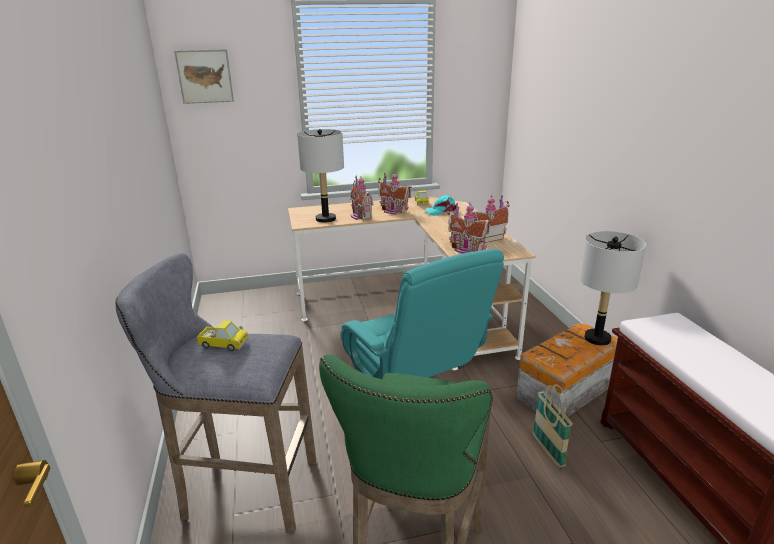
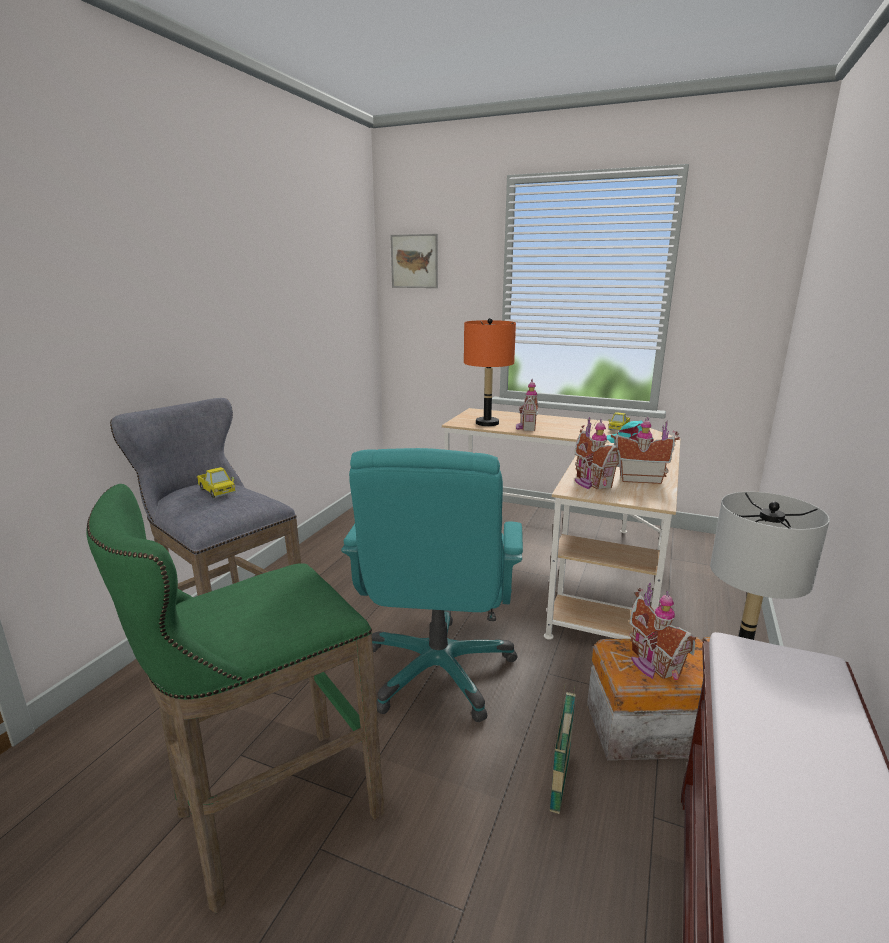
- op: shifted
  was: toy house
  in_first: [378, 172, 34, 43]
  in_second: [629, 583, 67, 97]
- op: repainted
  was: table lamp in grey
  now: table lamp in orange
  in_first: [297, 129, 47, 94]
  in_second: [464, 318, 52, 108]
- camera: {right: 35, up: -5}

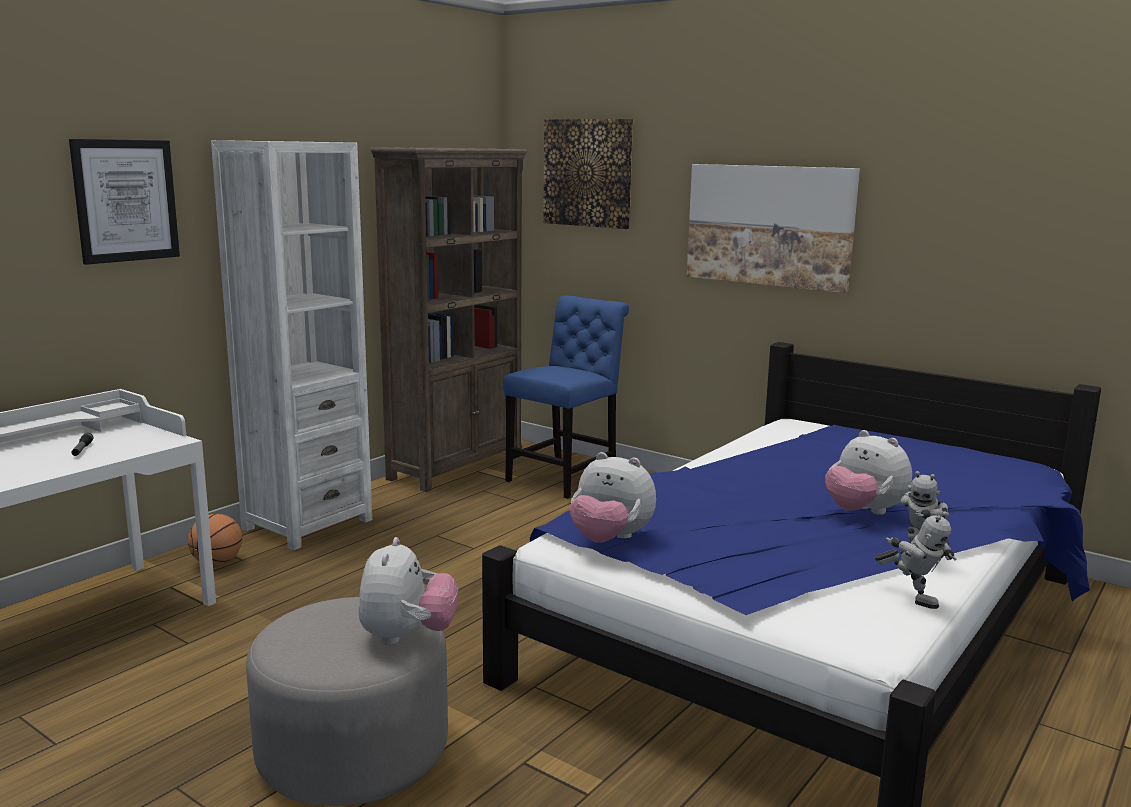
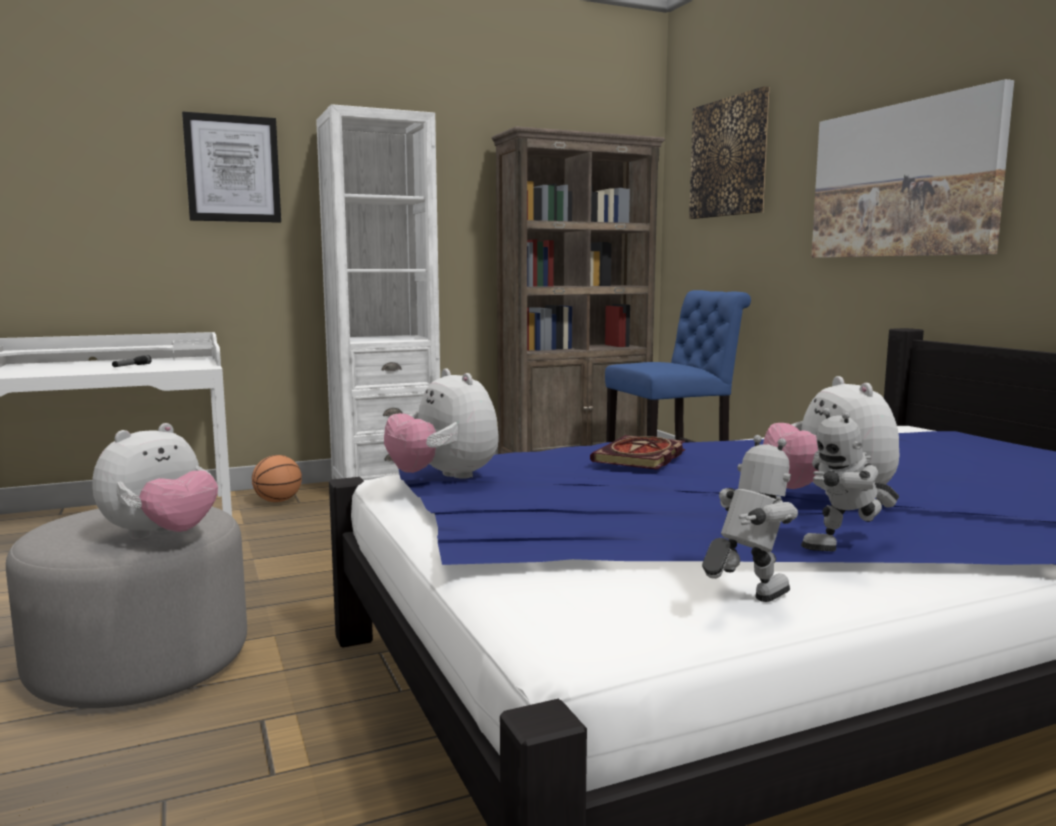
- op: new
  now: book
  in_second: [590, 435, 95, 35]
- op: rotated
  was: toy robot
  in_first: [875, 511, 81, 98]
  in_second: [702, 435, 96, 167]
  clockwise: -120
- camera: {right: 30, up: -5}

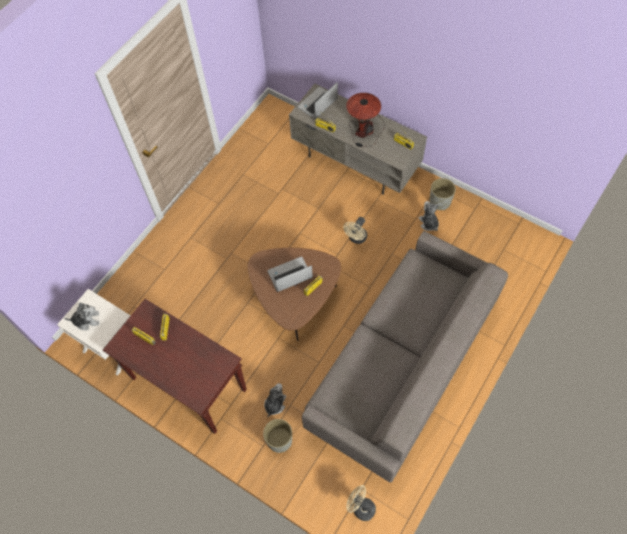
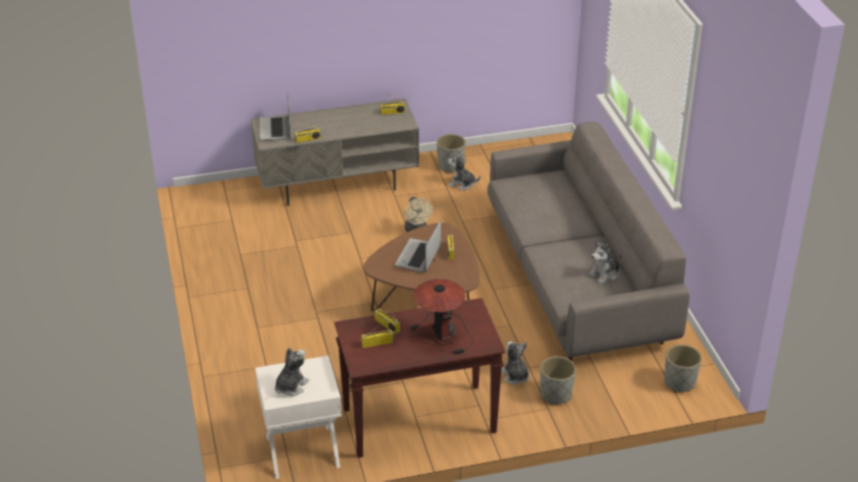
- op: new
  now: plush toy
  in_second: [588, 241, 34, 43]
- op: shifted
  was: table lamp
  in_first: [346, 93, 39, 54]
  in_second: [408, 279, 65, 75]
- op: swapped
  was: fan in beige
  now: planter in grey
  in_first: [346, 485, 30, 36]
  in_second: [664, 345, 38, 47]
- camera: {right: -50, up: -25}

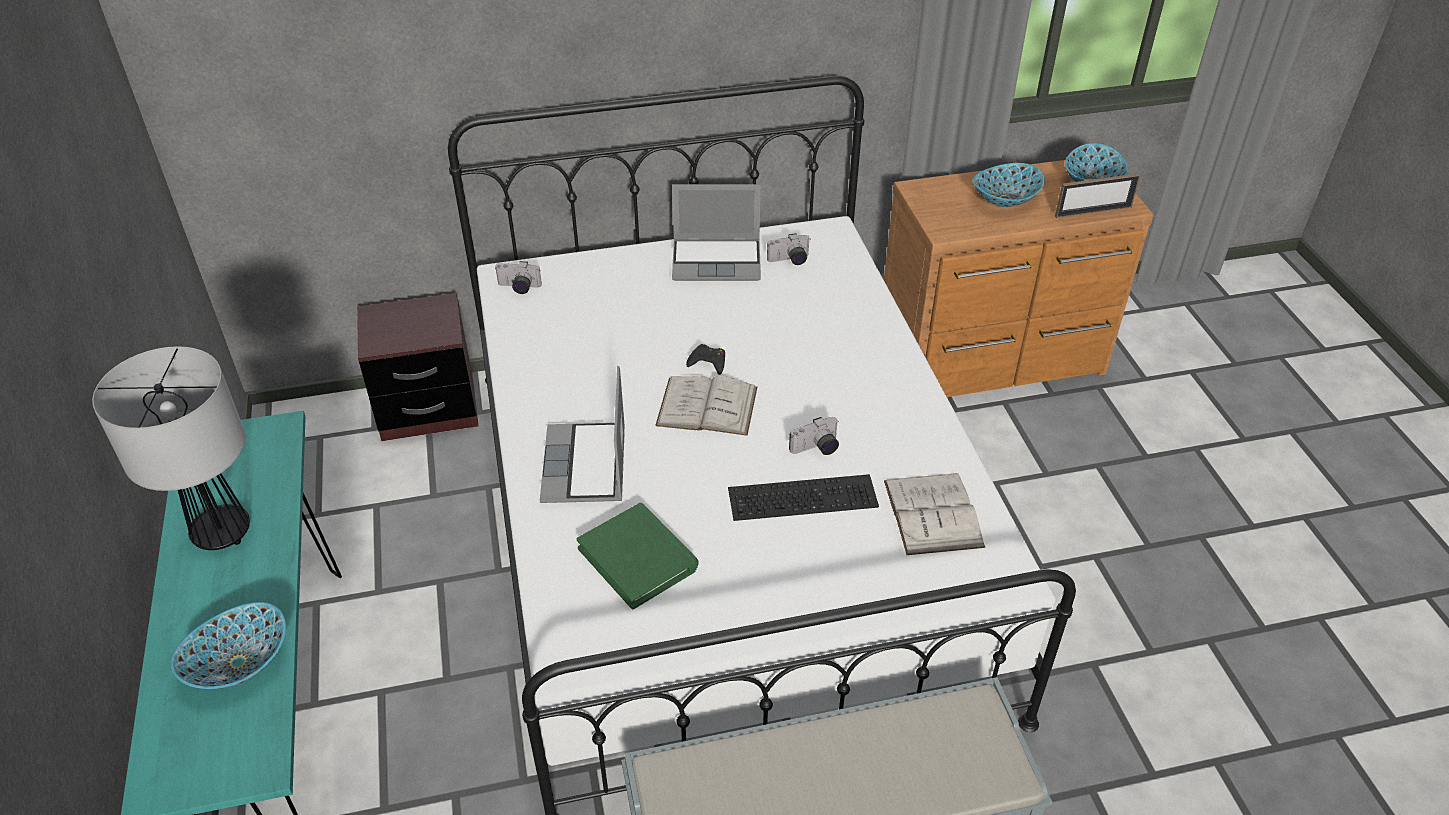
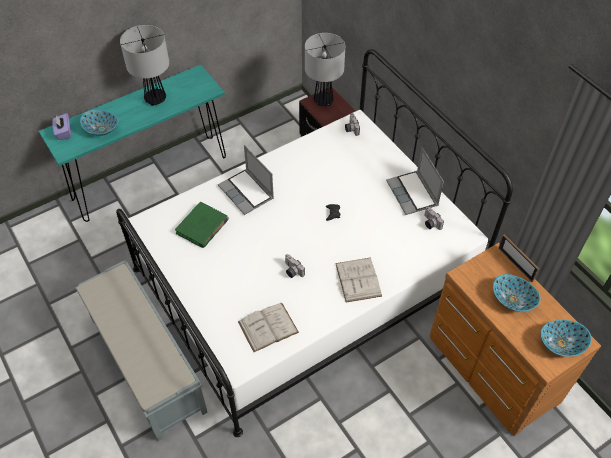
- op: gone
  was: keyboard
  in_first: [728, 474, 151, 47]
- op: new
  now: tissue box in purple
  in_second: [53, 113, 18, 27]
- op: new
  now: table lamp
  in_second: [305, 33, 40, 73]
- op: shifted
  was: book in white
  in_first: [655, 376, 102, 60]
  in_second: [335, 258, 47, 44]
- op: shifted
  was: picture frame
  in_first: [1055, 173, 85, 45]
  in_second: [498, 234, 41, 48]
- op: rotated
  was: laptop
  in_first: [540, 366, 85, 137]
  in_second: [218, 145, 56, 70]
  clockwise: -105
- camera: {right: 70, up: 10}

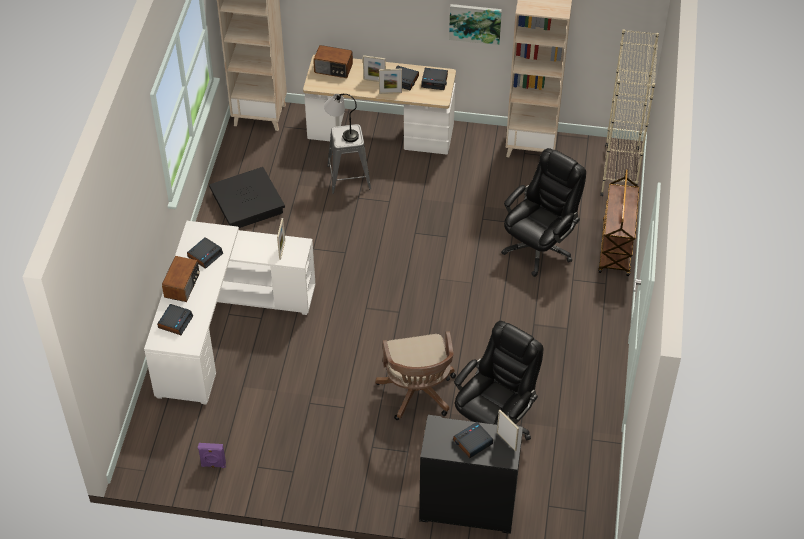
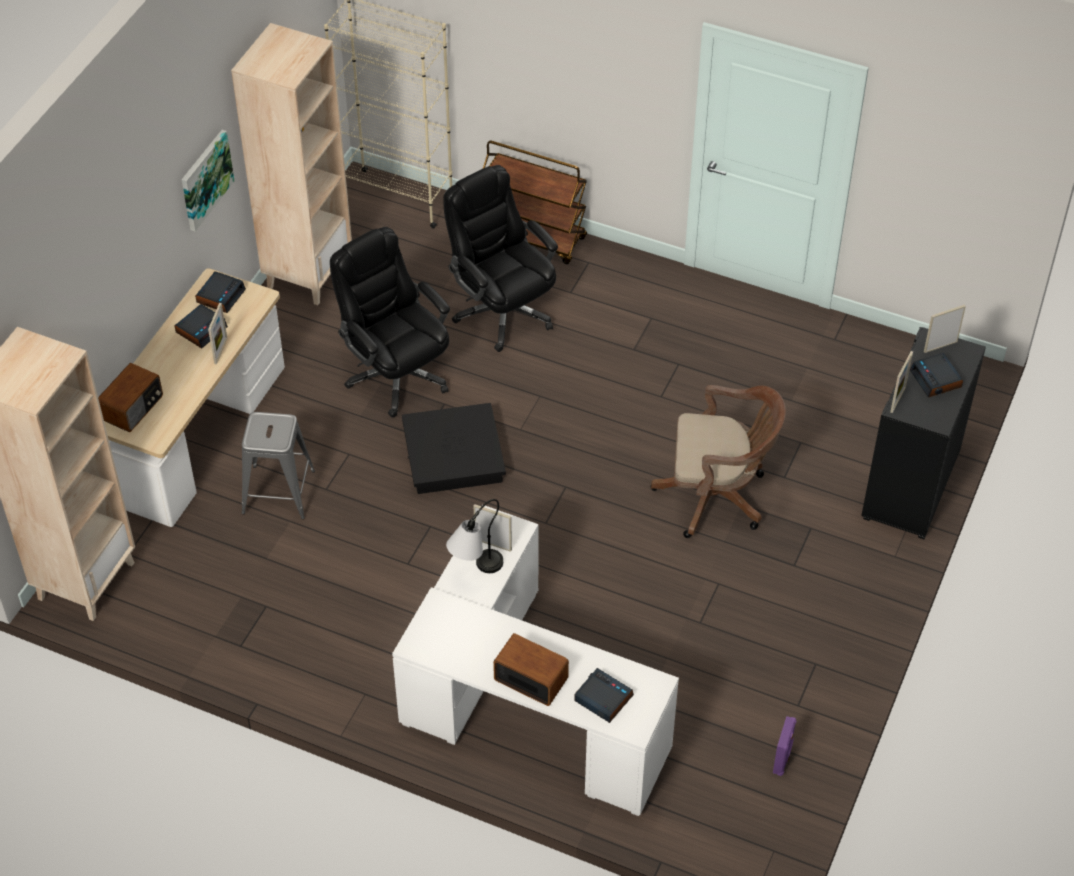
- op: gone
  was: alarm clock
  in_first: [187, 237, 36, 32]
- op: shifted
  was: storage box in black
  in_first: [209, 167, 76, 61]
  in_second: [402, 403, 104, 91]
- op: shifted
  was: table lamp
  in_first: [324, 94, 35, 48]
  in_second: [446, 499, 57, 74]
- op: shifted
  was: picture frame
  in_first: [363, 55, 23, 27]
  in_second: [890, 351, 23, 62]
- op: shifted
  was: office chair in black
  in_first: [454, 321, 89, 119]
  in_second: [330, 227, 120, 191]
- camera: {right: -75, up: 0}

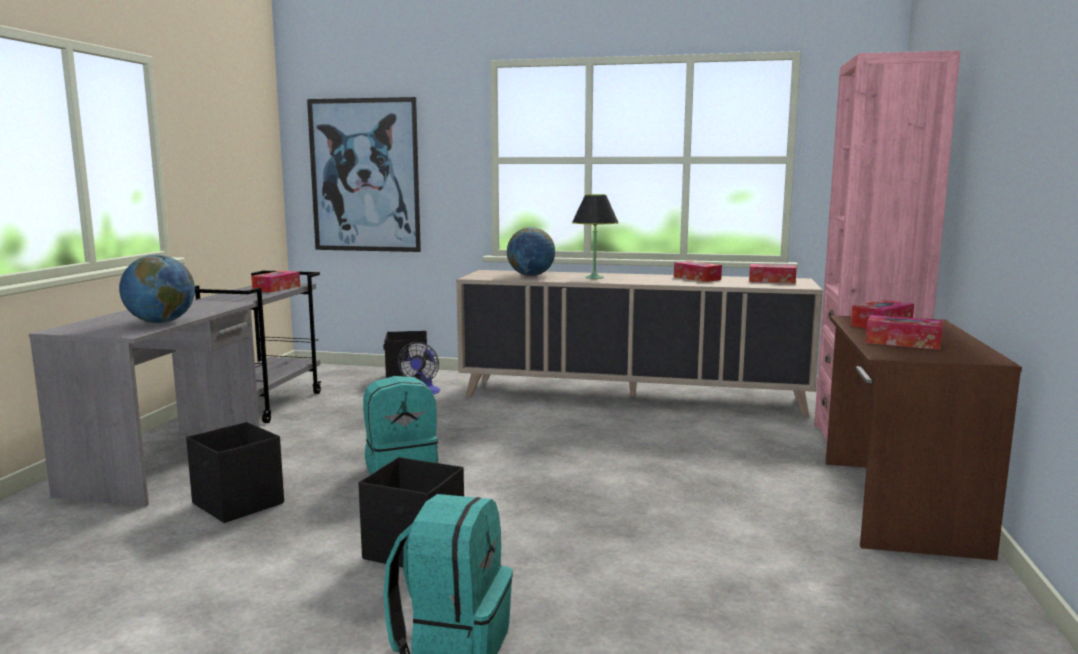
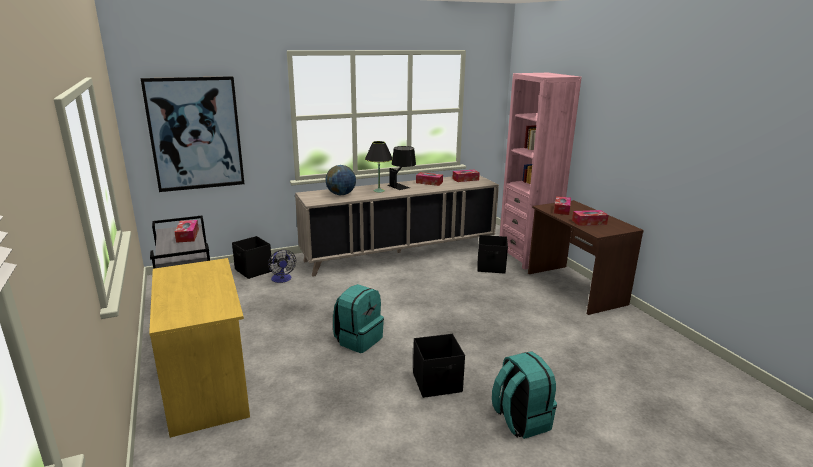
- op: gone
  was: globe
  in_first: [119, 255, 76, 68]
- op: new
  now: table lamp in black
  in_second: [387, 146, 29, 44]
- op: shifted
  was: storage box in black
  in_first: [186, 422, 98, 101]
  in_second: [477, 235, 31, 39]
- op: repainted
  was: desk in grey
  now: desk in yellow
  in_first: [29, 300, 230, 207]
  in_second: [149, 258, 101, 180]
- camera: {right: -35, up: 10}

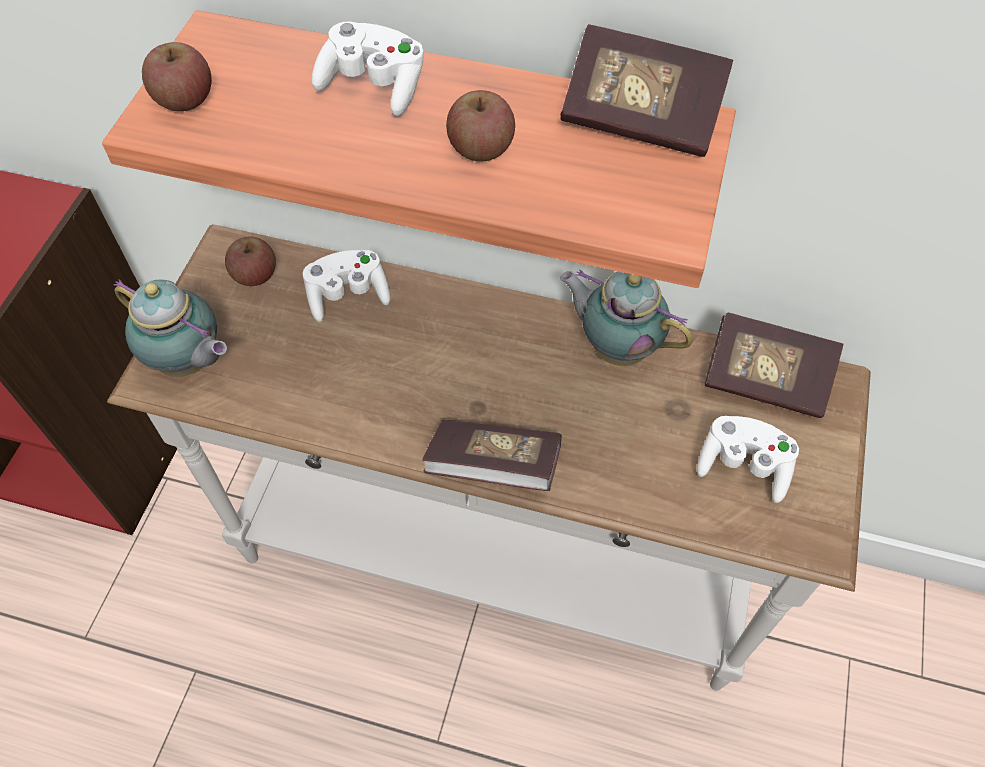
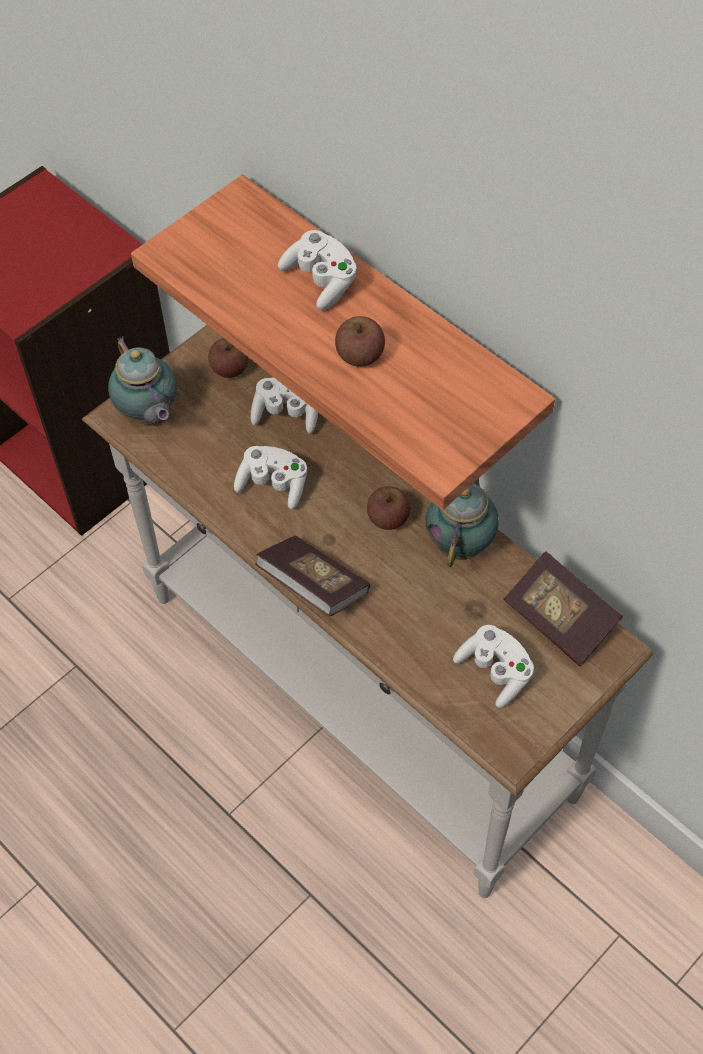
- op: gone
  was: book
  in_first: [560, 24, 173, 133]
- op: new
  now: game controller in white
  in_second: [234, 446, 73, 64]
- op: shifted
  was: apple
  in_first: [142, 42, 70, 69]
  in_second: [367, 486, 43, 44]
- op: rotated
  was: teapot
  in_first: [560, 269, 133, 97]
  in_second: [425, 478, 74, 89]
  clockwise: 45
- camera: {right: 30, up: 0}

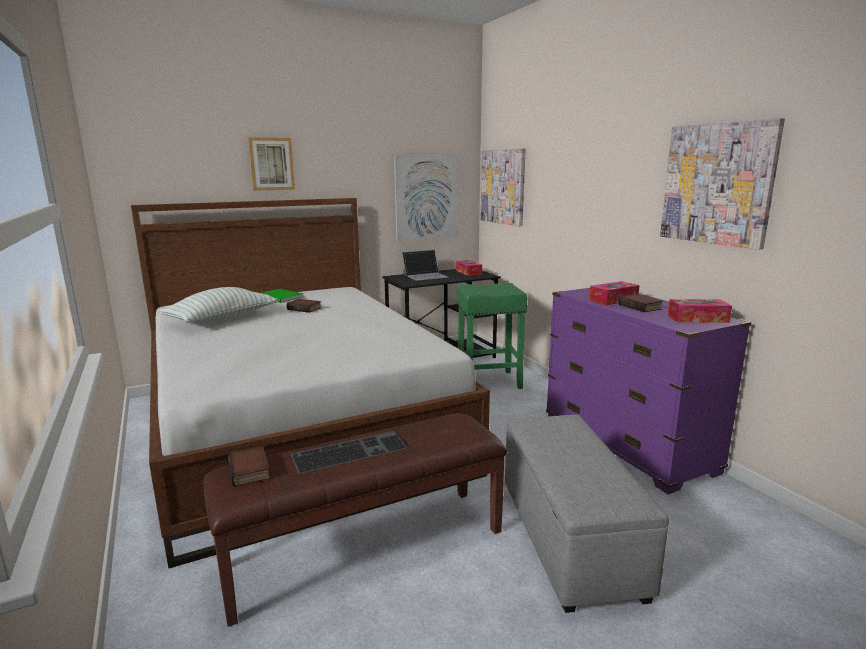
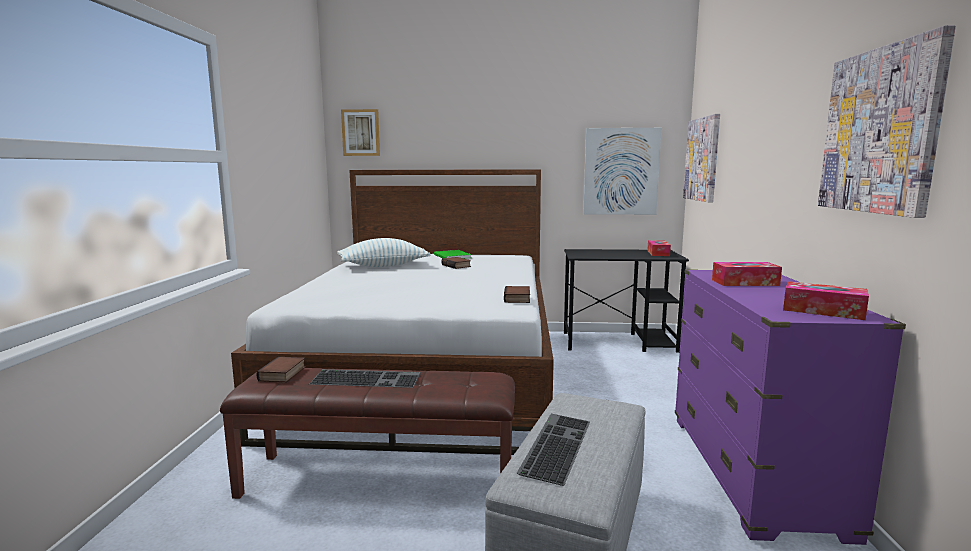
- op: gone
  was: laptop
  in_first: [402, 250, 46, 31]
- op: gone
  was: stool in green
  in_first: [457, 283, 71, 106]
- op: new
  now: keyboard
  in_second: [517, 414, 73, 72]
- op: shifted
  was: picture
  in_first: [248, 137, 47, 54]
  in_second: [341, 109, 39, 47]
- op: shifted
  was: book
  in_first: [619, 294, 44, 18]
  in_second: [504, 286, 26, 17]
- camera: {right: 30, up: -5}

